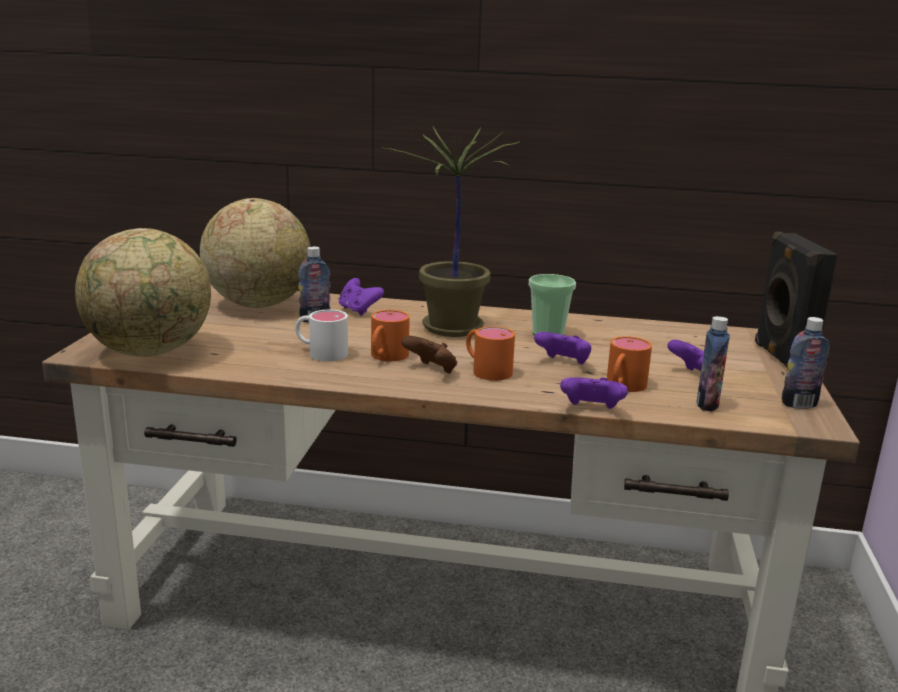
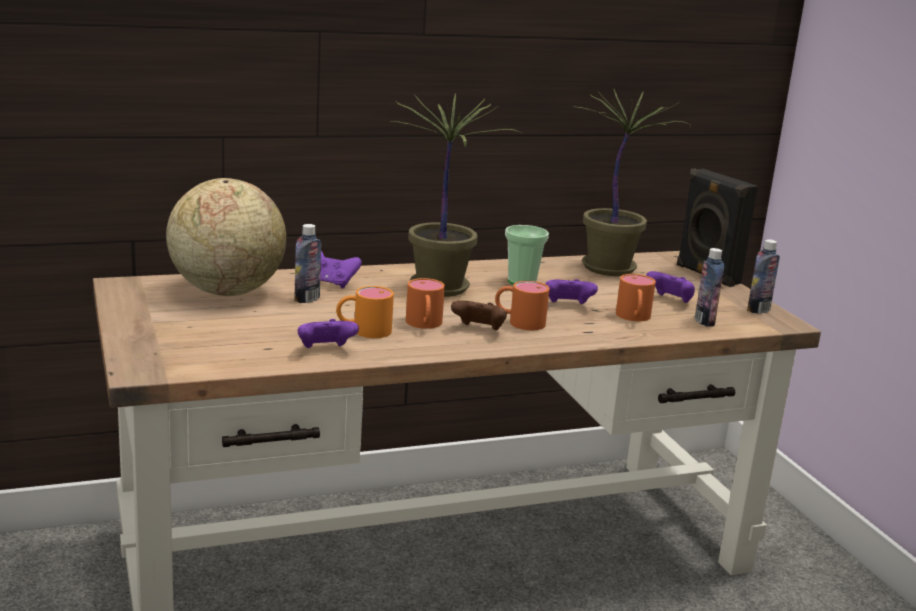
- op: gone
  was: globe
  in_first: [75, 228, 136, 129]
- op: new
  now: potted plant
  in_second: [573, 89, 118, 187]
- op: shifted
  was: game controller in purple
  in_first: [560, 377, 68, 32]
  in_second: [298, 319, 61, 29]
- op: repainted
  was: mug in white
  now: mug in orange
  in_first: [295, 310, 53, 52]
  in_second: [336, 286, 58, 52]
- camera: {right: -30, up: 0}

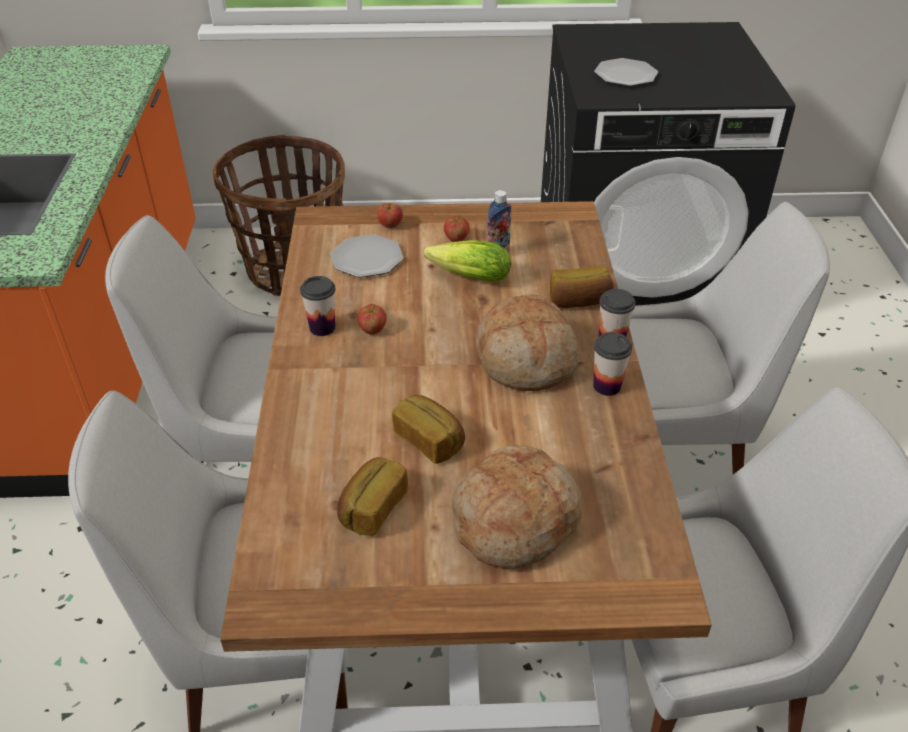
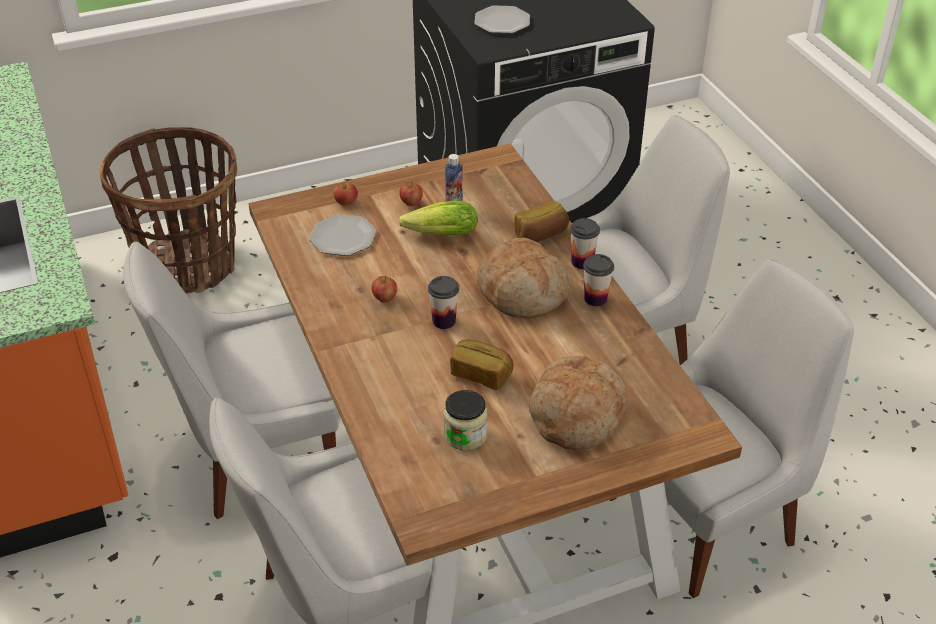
- op: shifted
  was: cup
  in_first: [300, 276, 35, 60]
  in_second: [428, 276, 31, 53]
- op: swapped
  was: bread
  now: jar
  in_first: [337, 457, 71, 79]
  in_second: [444, 390, 43, 60]
- camera: {right: -20, up: 0}

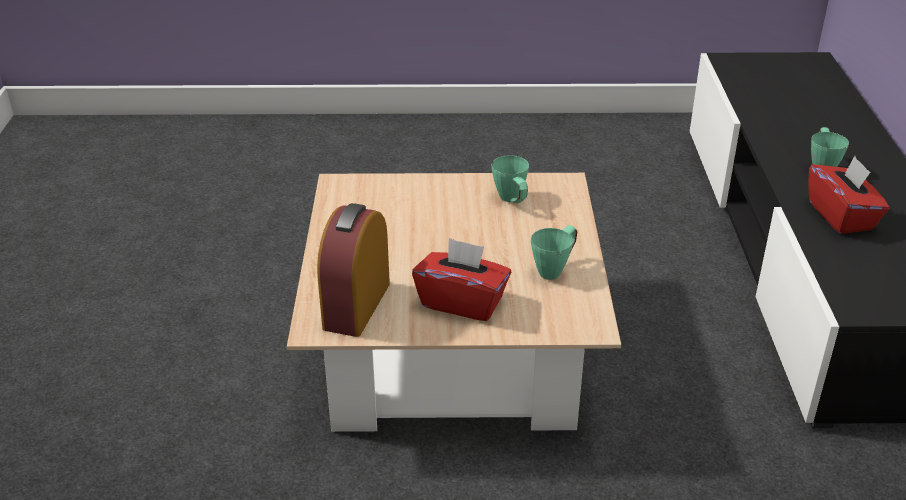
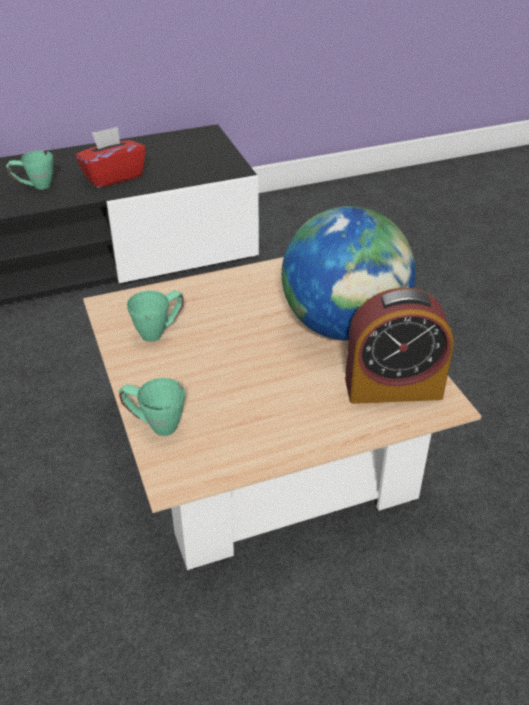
- op: shifted
  was: mug in green
  in_first: [531, 225, 46, 55]
  in_second: [119, 378, 66, 58]
- op: swapped
  was: tissue box in red
  now: globe
  in_first: [412, 238, 99, 83]
  in_second: [282, 206, 134, 135]
- camera: {right: -110, up: 5}

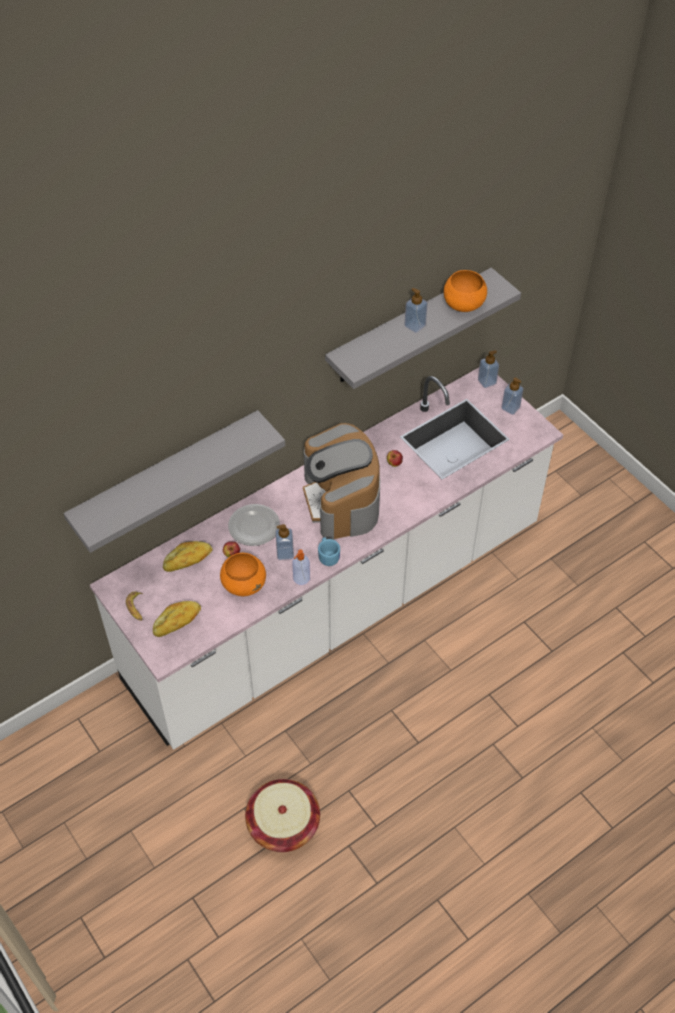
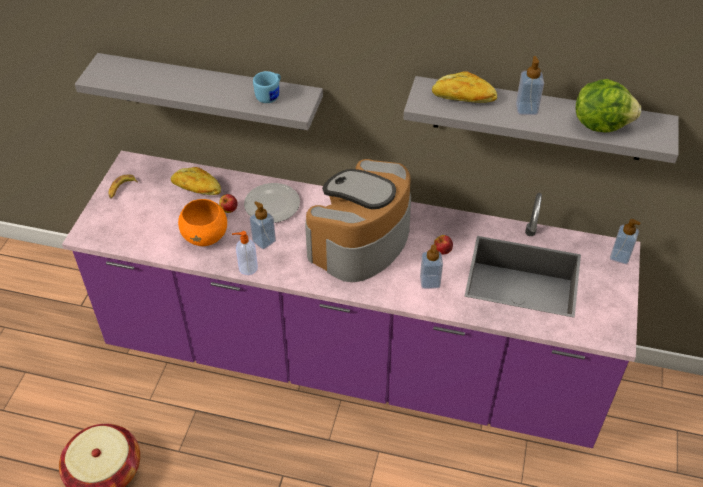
- op: shifted
  was: bread
  in_first: [153, 601, 48, 36]
  in_second: [432, 71, 65, 32]
- op: shifted
  was: mug in blue
  in_first: [318, 537, 22, 29]
  in_second: [253, 71, 28, 32]
- op: shifted
  was: soap dispenser
  in_first: [501, 378, 23, 37]
  in_second: [420, 244, 23, 45]
- op: swapped
  was: bowl in orange
  now: lettuce
  in_first: [444, 270, 43, 42]
  in_second: [576, 79, 65, 53]
- op: repainted
  was: counter in white
  now: counter in purple
  in_first: [90, 368, 473, 382]
  in_second: [62, 151, 578, 297]
- camera: {right: 50, up: -5}

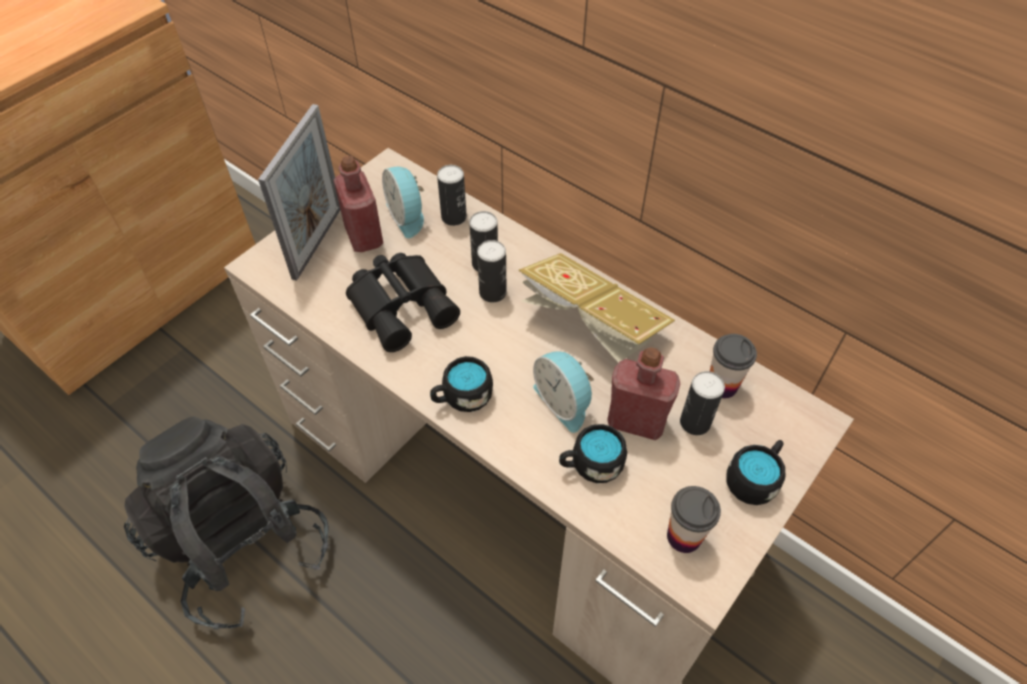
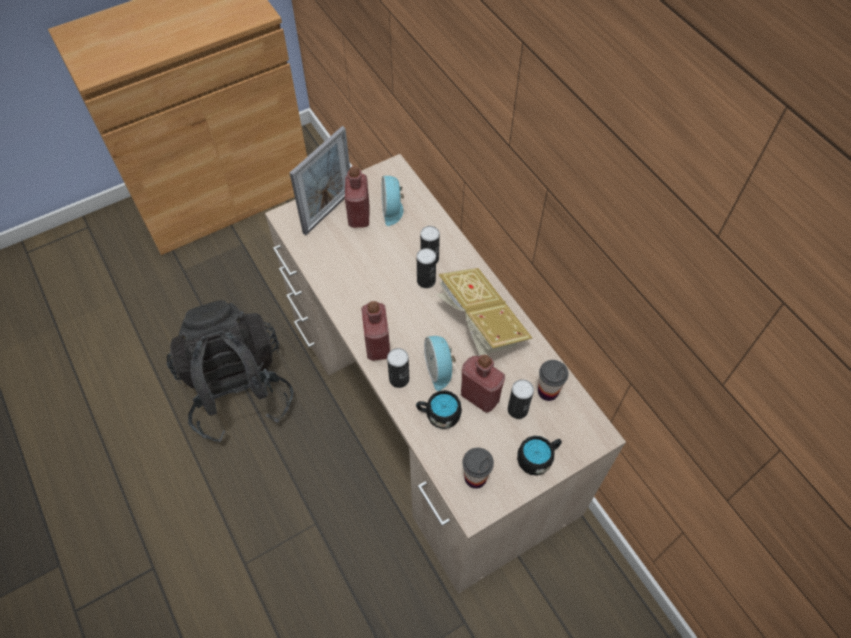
- op: gone
  was: binoculars in black
  in_first: [346, 253, 114, 99]
- op: shifted
  was: can
  in_first: [437, 165, 30, 61]
  in_second: [387, 348, 22, 40]
- op: swapped
  was: mug in black
  now: bottle in red
  in_first: [430, 356, 63, 56]
  in_second: [361, 301, 29, 60]
- camera: {right: 20, up: 5}

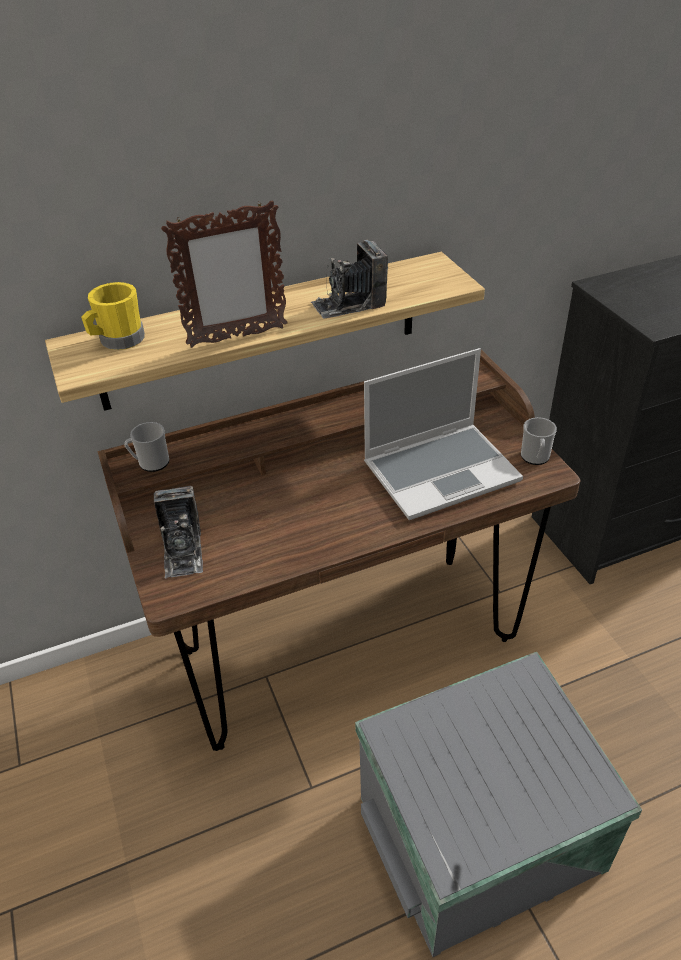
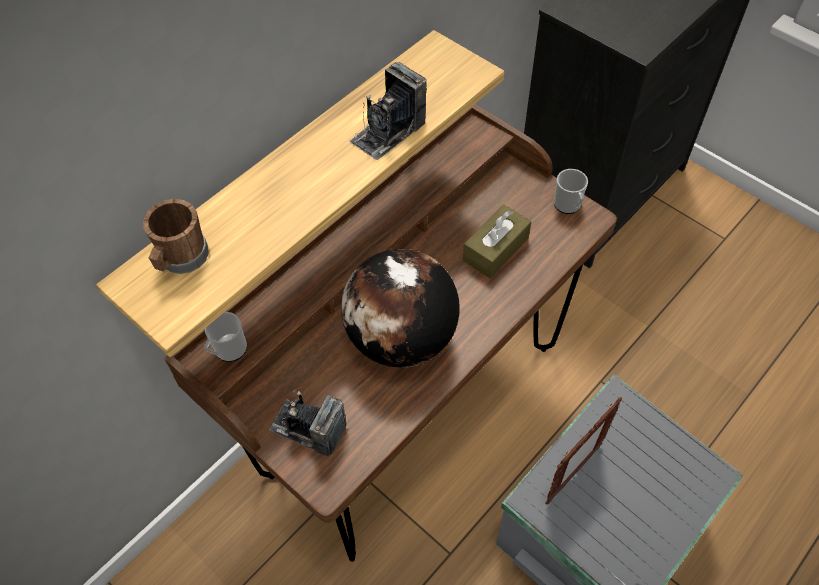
- op: new
  now: globe
  in_second: [341, 249, 119, 119]
- op: shifted
  was: picture frame
  in_first: [161, 200, 127, 148]
  in_second: [545, 397, 78, 107]
- op: swapped
  was: laptop
  now: tissue box in brown
  in_first: [364, 348, 159, 172]
  in_second: [463, 204, 68, 74]
- op: repainted
  was: mug in yellow
  now: mug in brown
  in_first: [81, 282, 64, 68]
  in_second: [143, 199, 66, 75]
- op: rotated
  was: photo camera
  in_first: [154, 486, 49, 93]
  in_second: [269, 391, 78, 66]
  clockwise: 150
- camera: {right: -25, up: 15}

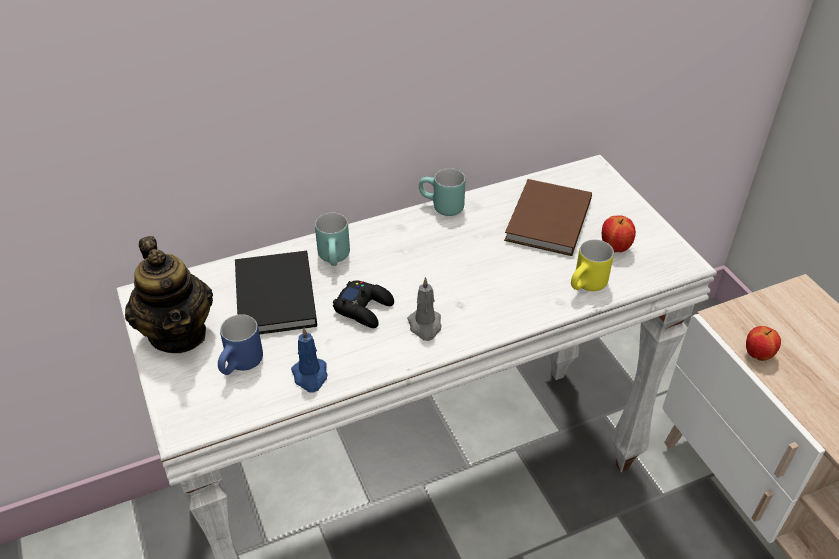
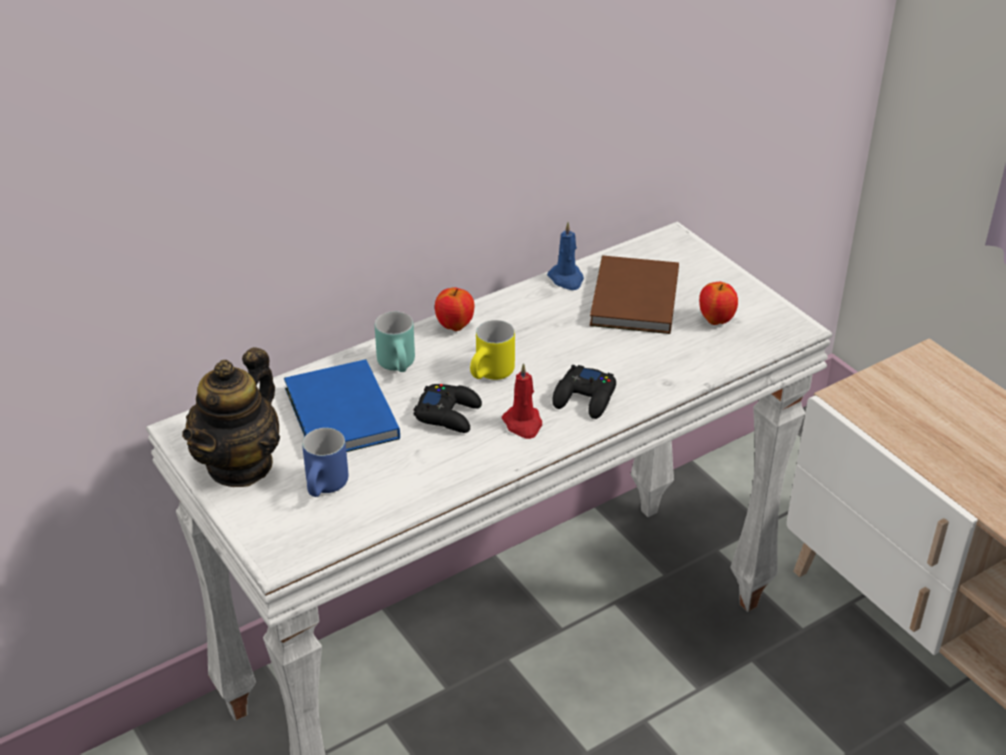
- op: gone
  was: mug in turquoise
  in_first: [419, 168, 46, 48]
- op: new
  now: game controller in black
  in_second: [552, 365, 64, 54]
- op: shifted
  was: candle in blue
  in_first: [291, 327, 36, 65]
  in_second: [547, 222, 37, 68]
- op: shifted
  was: mug in yellow
  in_first: [571, 239, 43, 52]
  in_second: [470, 320, 45, 60]
- op: shifted
  was: apple
  in_first: [746, 326, 35, 35]
  in_second: [435, 287, 39, 44]
- op: repainted
  was: book in black
  now: book in blue
  in_first: [235, 251, 82, 83]
  in_second: [284, 359, 116, 93]
- op: repainted
  was: candle in grey
  now: candle in red
  in_first: [408, 277, 34, 64]
  in_second: [502, 363, 40, 76]
- op: rotated
  was: teapot
  in_first: [125, 236, 88, 117]
  in_second: [182, 347, 98, 140]
  clockwise: 60
- camera: {right: -10, up: -5}

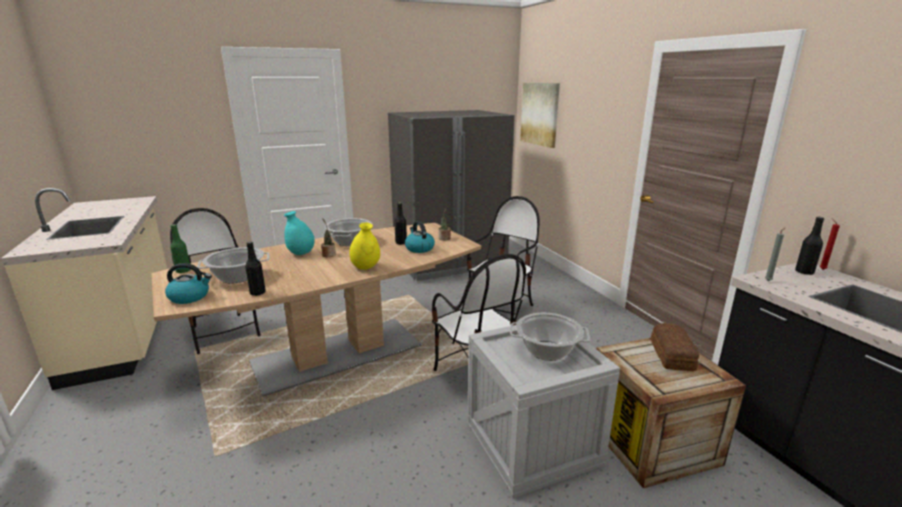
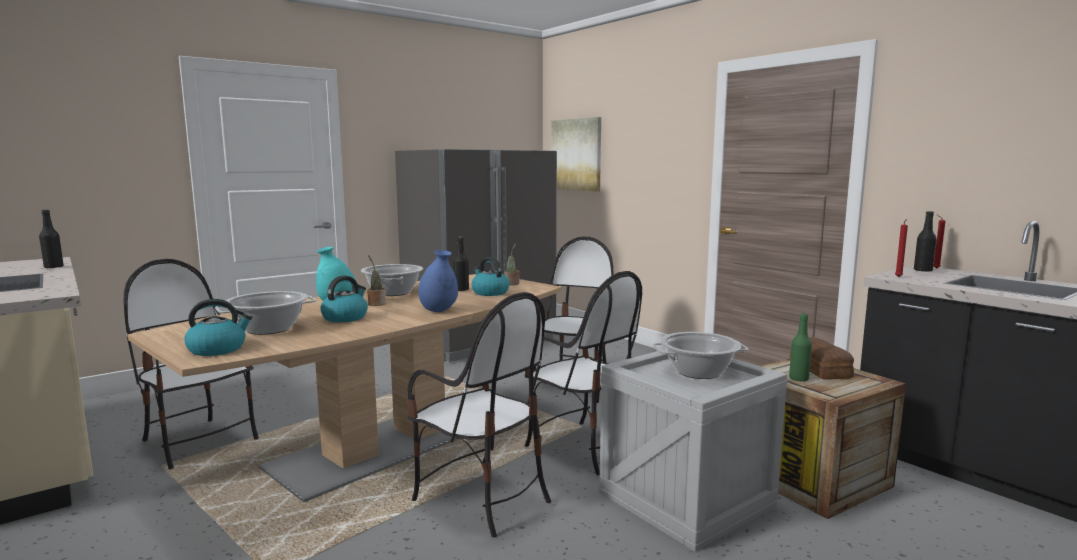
- op: new
  now: kettle
  in_second: [320, 275, 48, 47]
- op: new
  now: chair
  in_second: [407, 292, 144, 245]
- op: shifted
  was: bottle in green
  in_first: [170, 224, 21, 49]
  in_second: [789, 313, 23, 69]
- op: shifted
  was: bottle in black
  in_first: [245, 241, 21, 55]
  in_second: [39, 210, 25, 58]
- op: repainted
  was: vase in yellow
  now: vase in blue
  in_first: [349, 223, 31, 47]
  in_second: [418, 250, 40, 62]
- op: repainted
  was: candle in grey
  now: candle in red
  in_first: [765, 228, 20, 53]
  in_second: [895, 219, 13, 58]
- camera: {right: -15, up: -10}

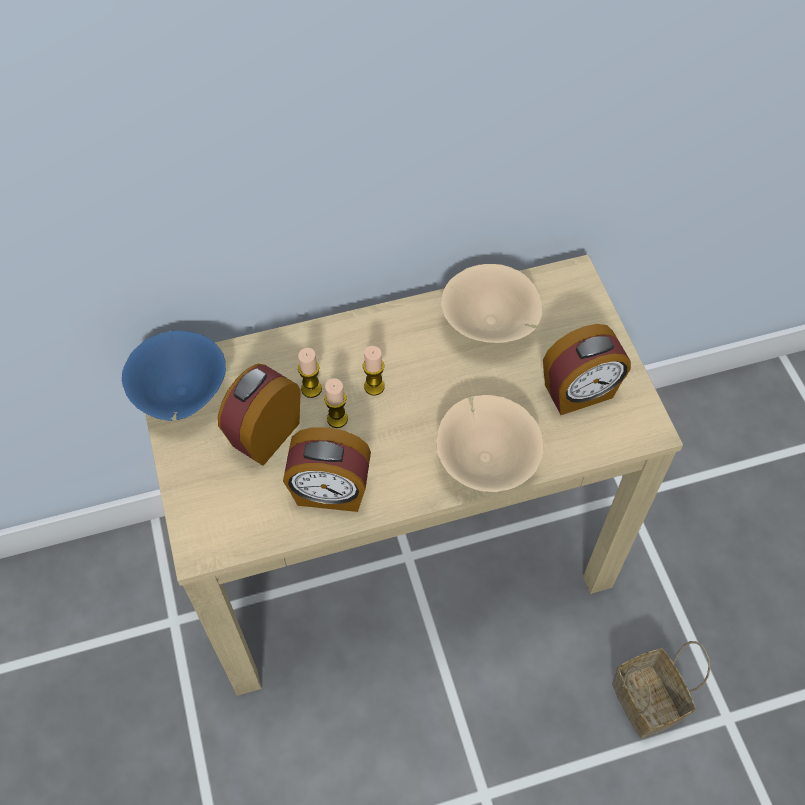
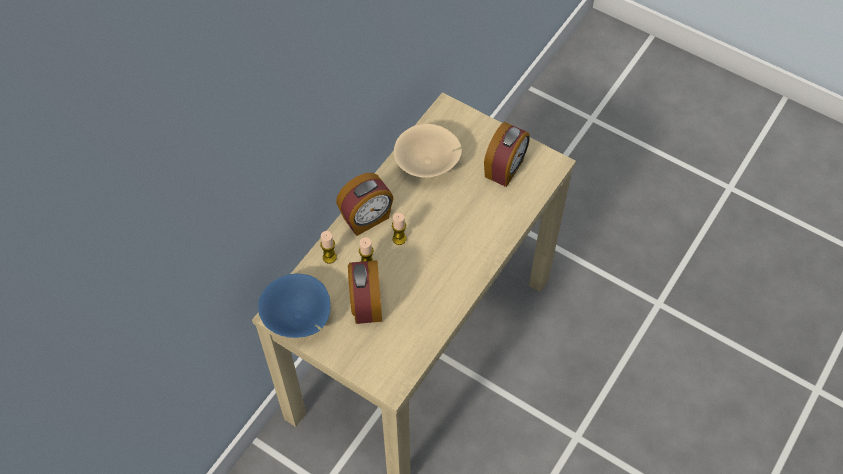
- op: gone
  was: bowl in beige
  in_first: [436, 395, 107, 97]
- op: gone
  was: basket
  in_first: [612, 641, 98, 97]
- op: shifted
  was: alarm clock
  in_first: [283, 427, 88, 85]
  in_second: [336, 172, 58, 64]
- op: shifted
  was: candle
  in_first: [324, 378, 24, 50]
  in_second: [320, 231, 17, 33]
- camera: {right: -40, up: 0}

